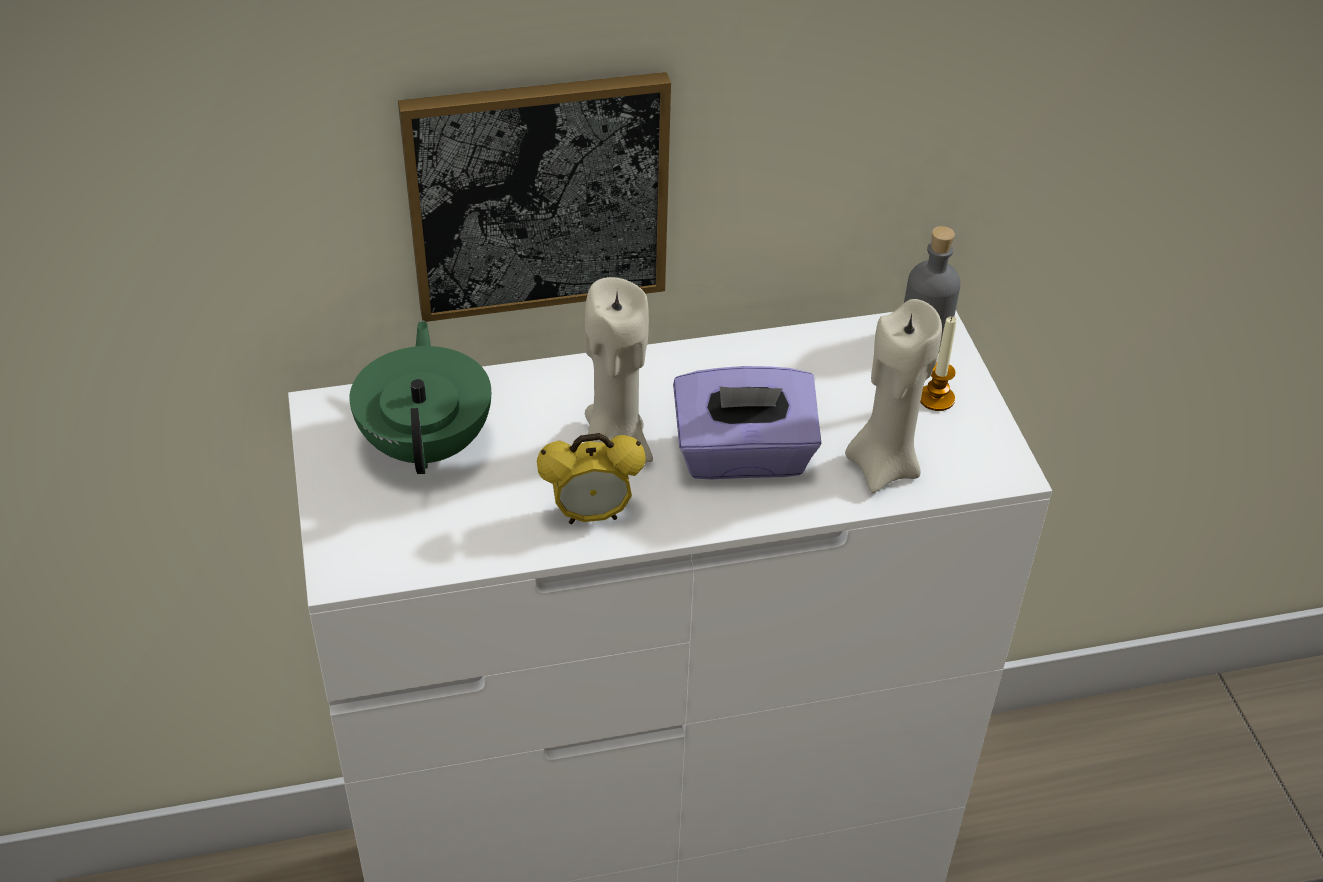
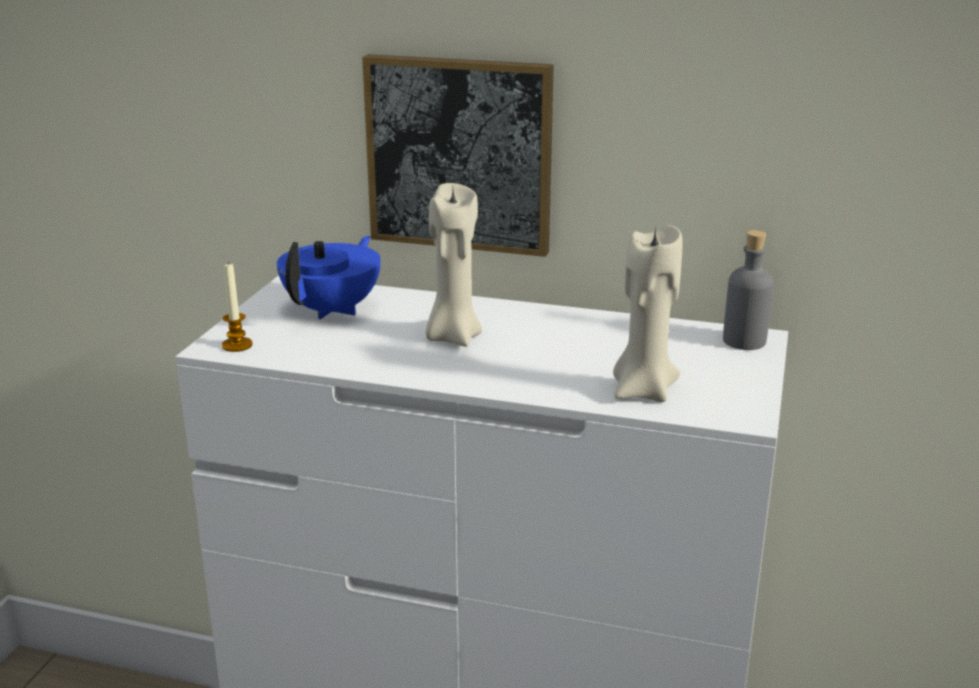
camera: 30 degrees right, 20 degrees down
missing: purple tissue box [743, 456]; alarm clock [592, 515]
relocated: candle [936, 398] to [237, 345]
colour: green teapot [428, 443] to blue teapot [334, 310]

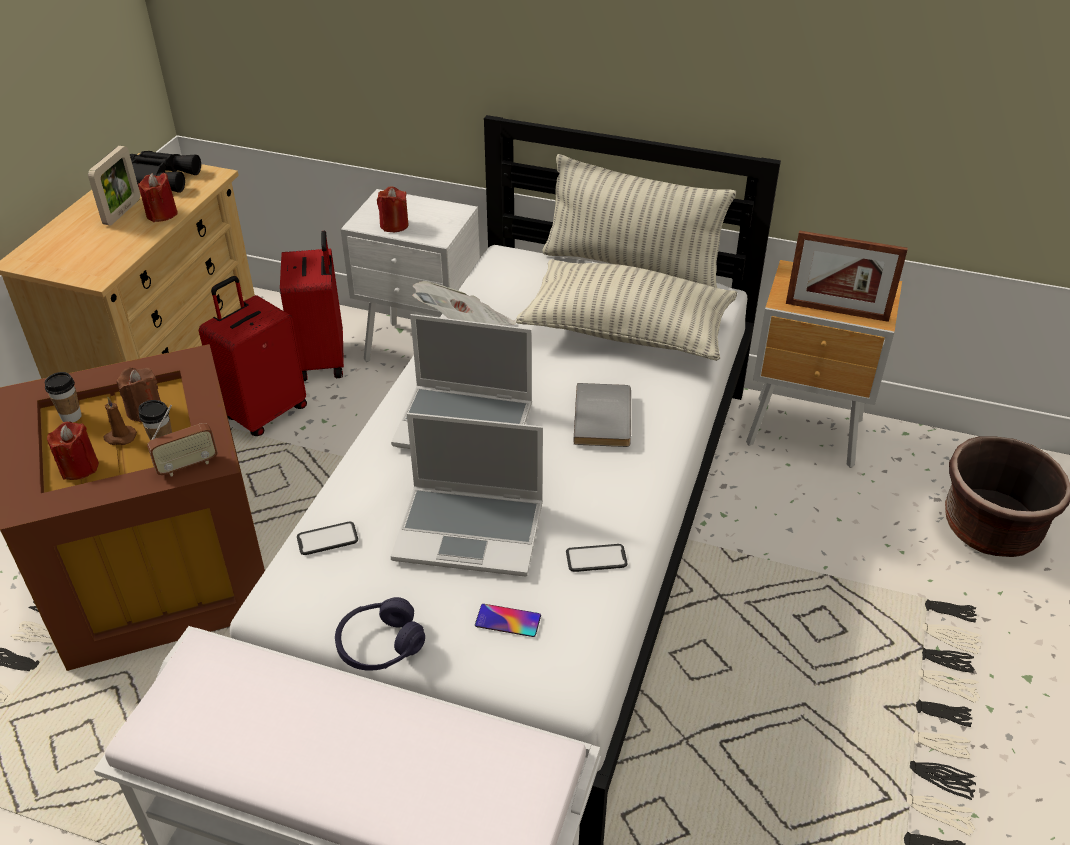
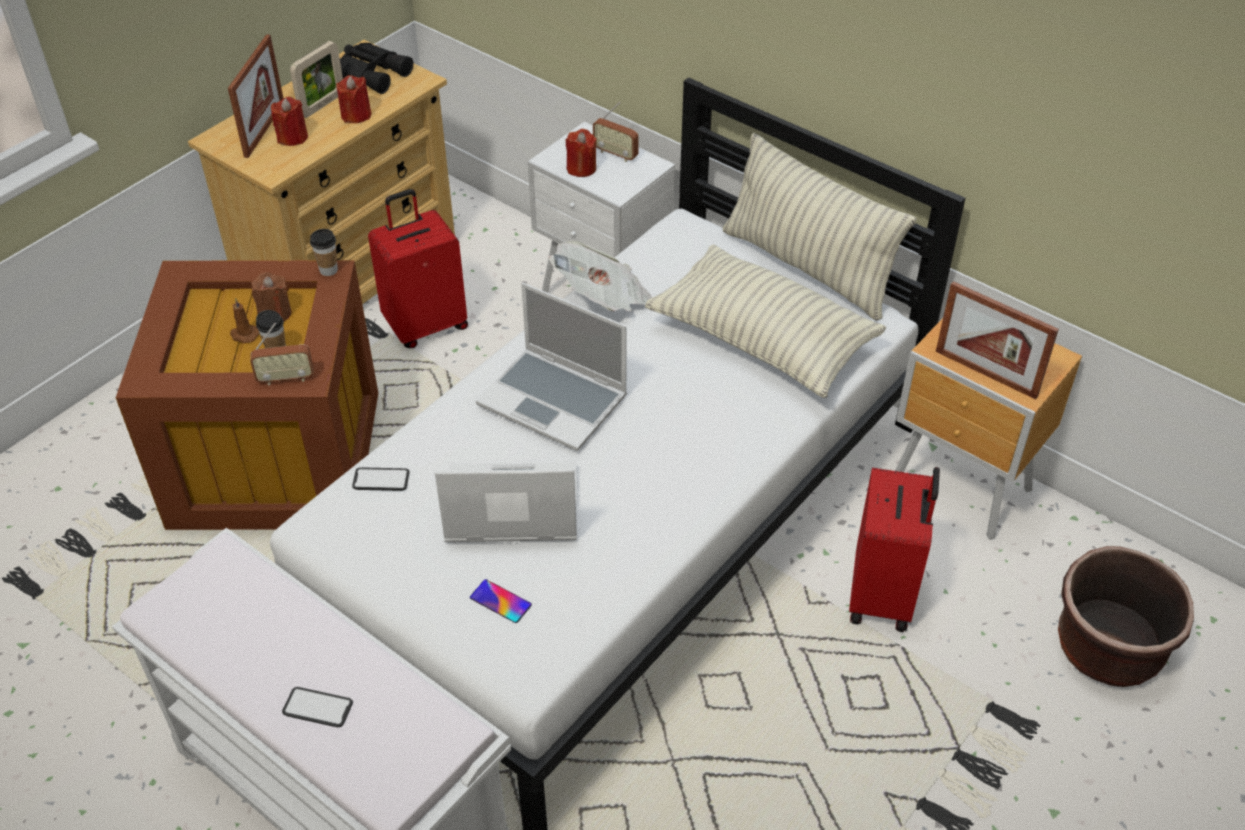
camera: 20 degrees right, 5 degrees up
missing: grey book [605, 418]; purple headphones [380, 645]
appeared: picture frame [264, 129]; radio [615, 154]
relocated: red suitcase [323, 360] to [883, 596]; cup [71, 416] to [328, 270]; red candle [79, 467] to [292, 137]; phone [596, 558] to [318, 708]
spun: laptop [471, 531] = [510, 508] 150 degrees clockwise

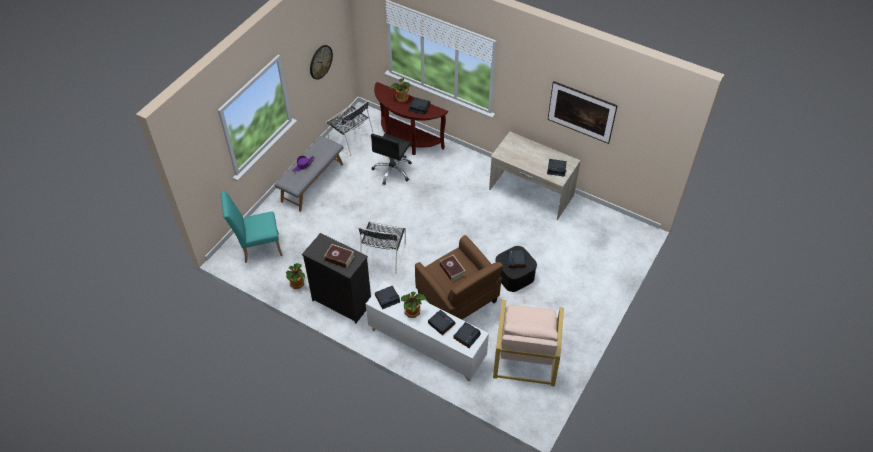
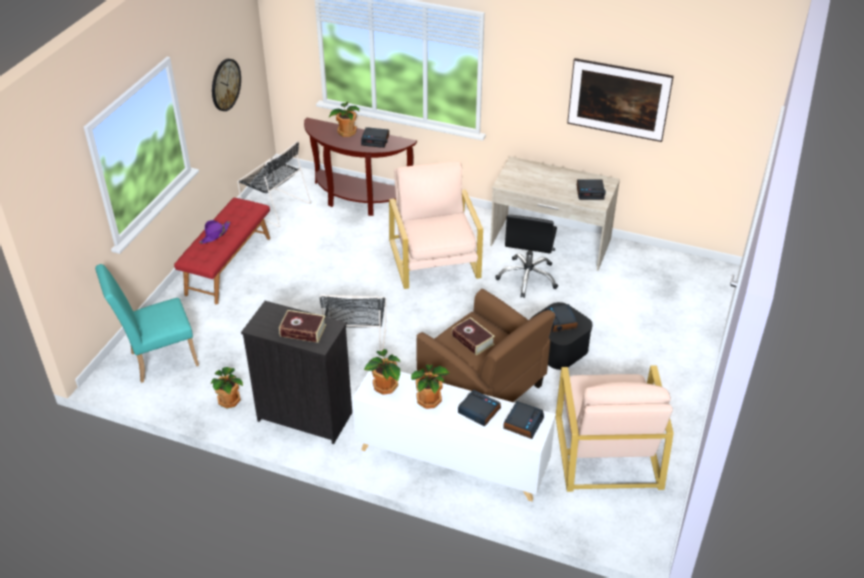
camera: 10 degrees left, 10 degrees down
appeared: beige armchair [434, 259]
relocated: black office chair [392, 170] to [528, 277]
exchanged: alarm clock [387, 298] to potted plant [385, 387]
colour: grey bench [312, 182] to red bench [228, 265]

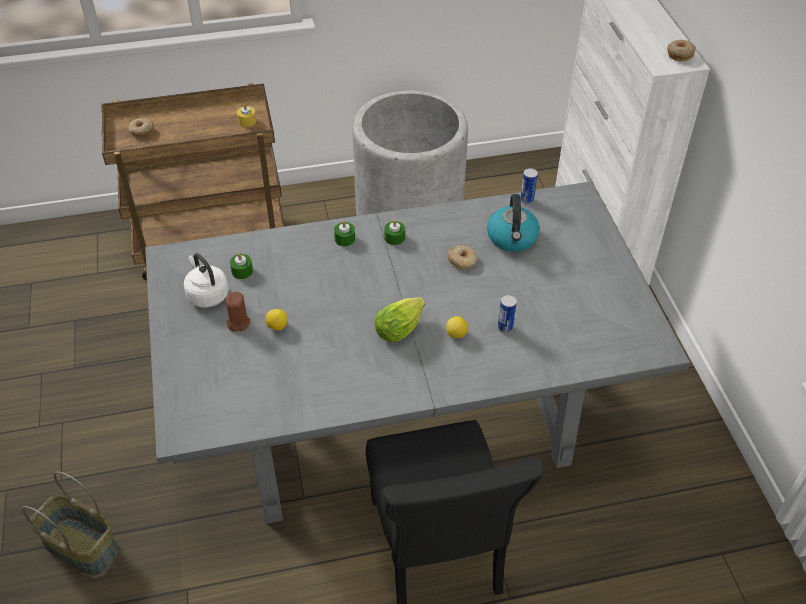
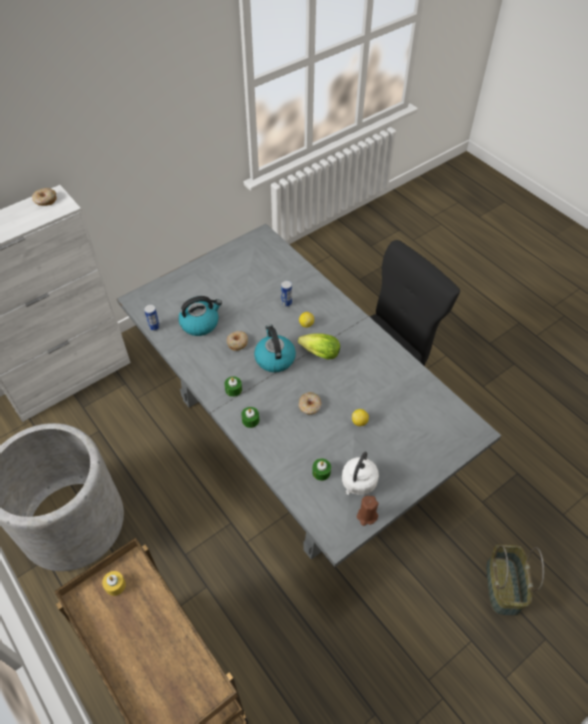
camera: 115 degrees left, 5 degrees up
appeared: kettle [274, 358]
relocated: donut [142, 131] to [310, 406]; brown candle [238, 323] to [367, 516]

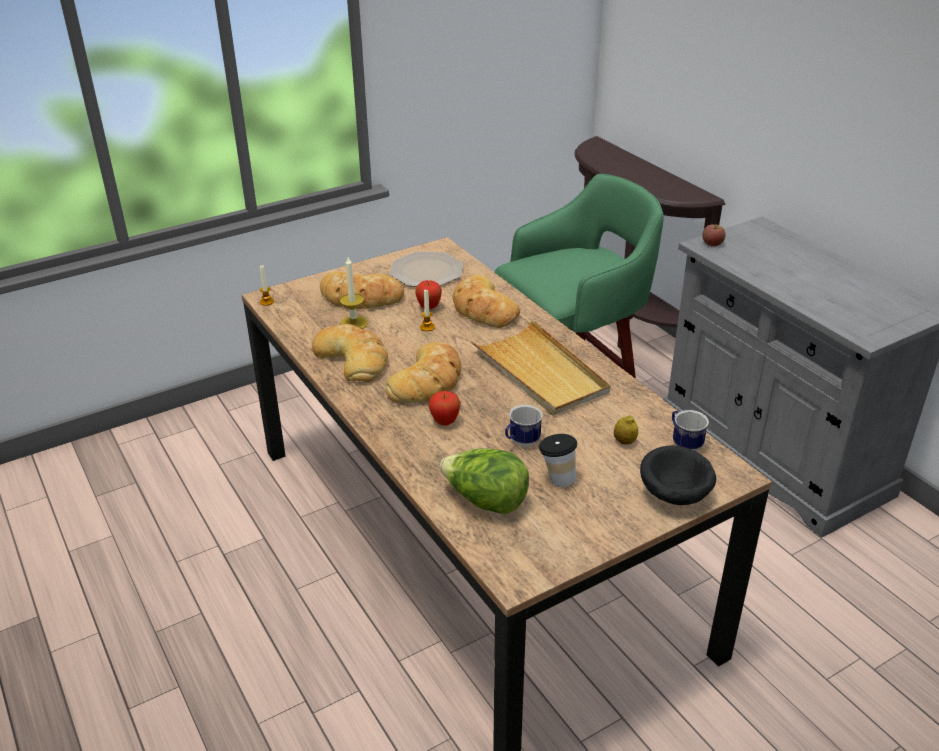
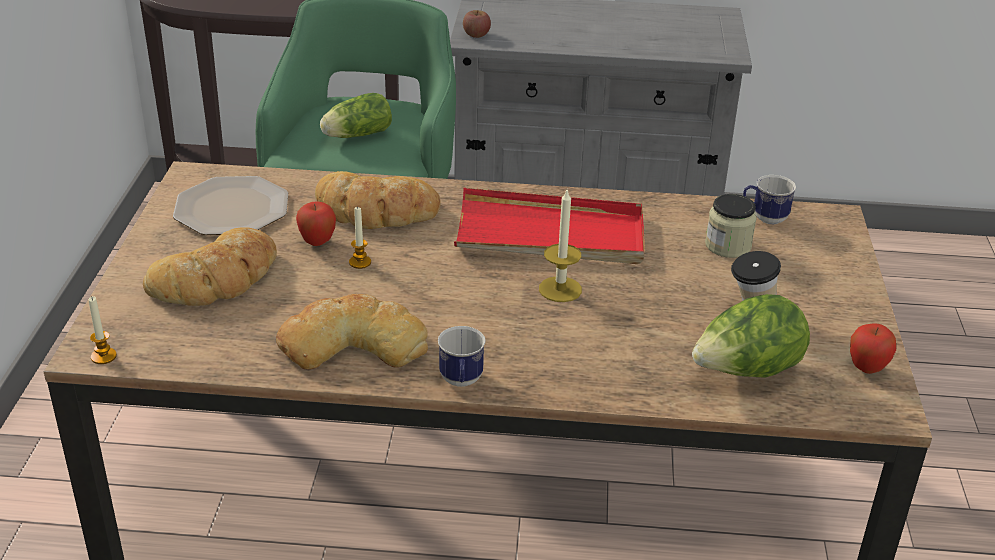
camera: 55 degrees left, 0 degrees up
missing: bread [428, 381]; black bowl [673, 495]
appeared: lettuce [355, 135]
relocated: candle [353, 323] to [560, 289]; apple [445, 422] to [867, 368]; mug [521, 443] to [461, 382]
exchanged: lemon [624, 442] to jar [728, 246]
colour: beige tray [540, 372] to red tray [550, 234]

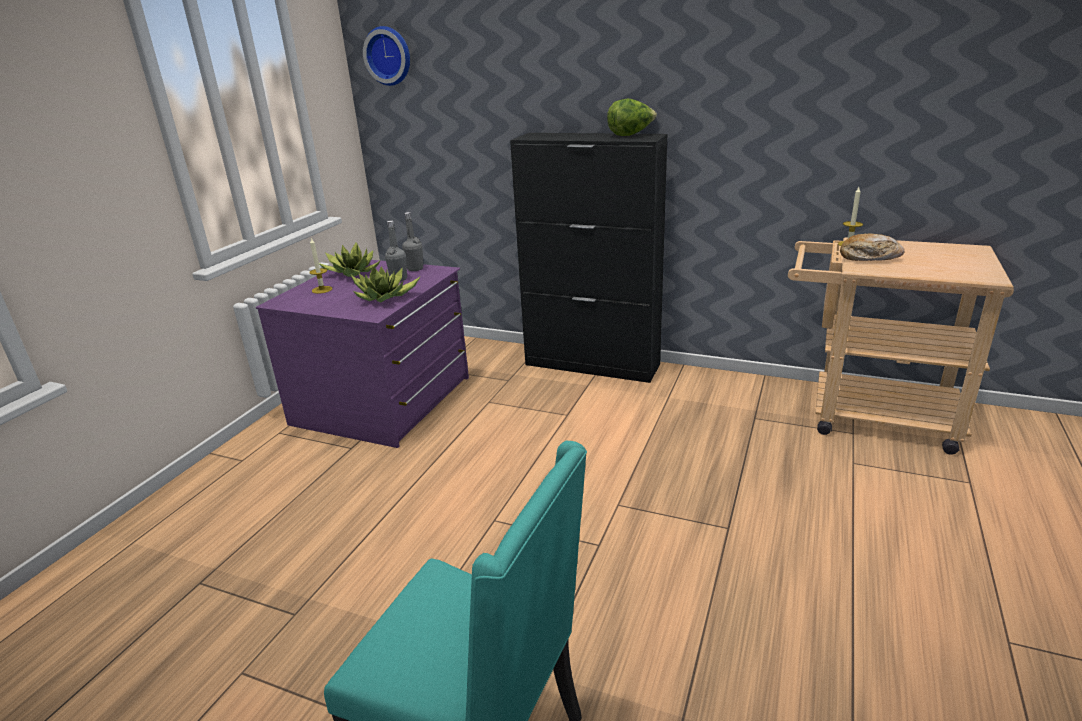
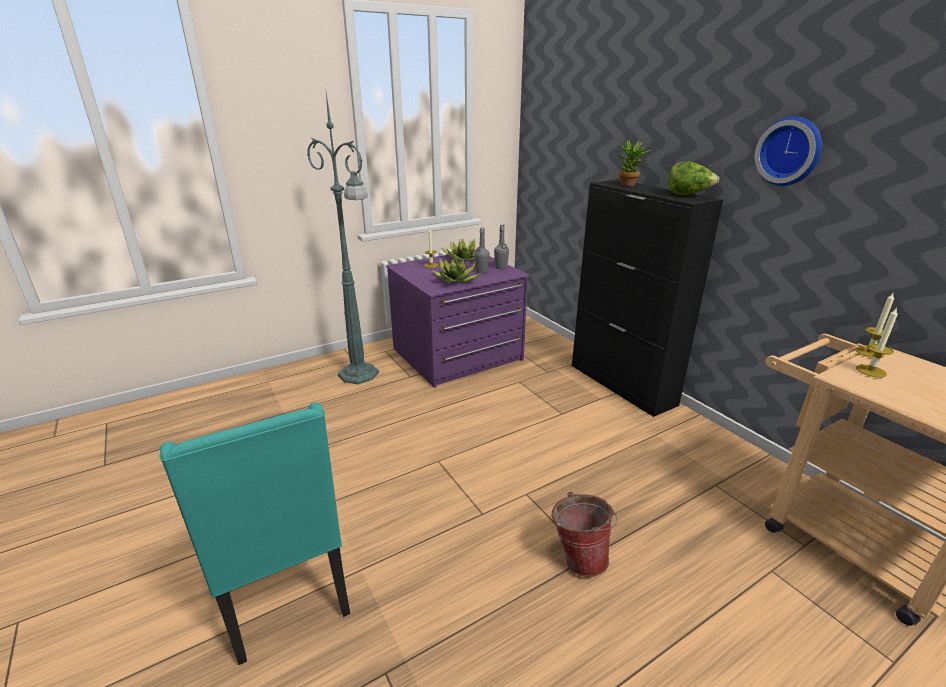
camera: 35 degrees right, 0 degrees up
appeared: green floor lamp [360, 374]; potted plant [629, 185]; bucket [579, 557]
relocated: wall clock [389, 56] to [790, 151]
exchanged: bread [869, 257] to candle [871, 371]

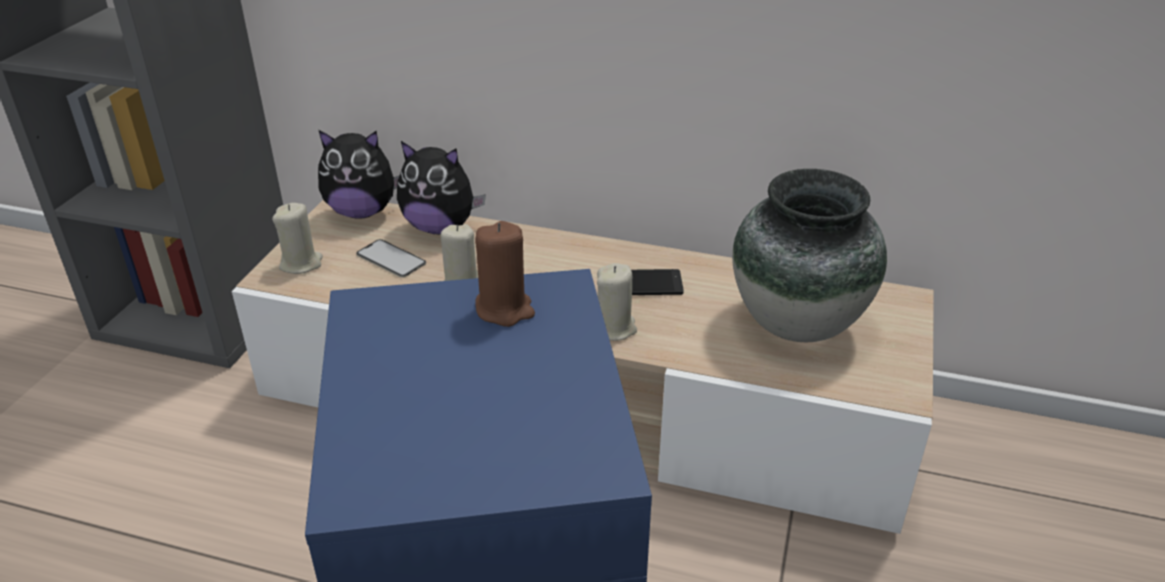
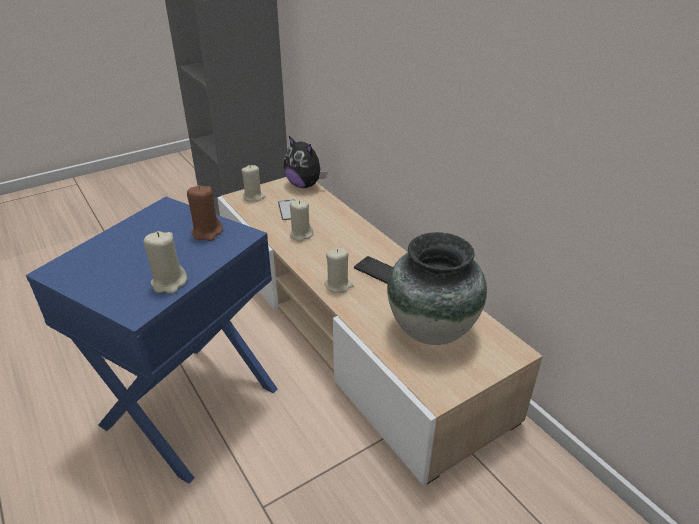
camera: 40 degrees right, 0 degrees up
missing: plush toy [440, 227]
appeared: beige candle [169, 283]

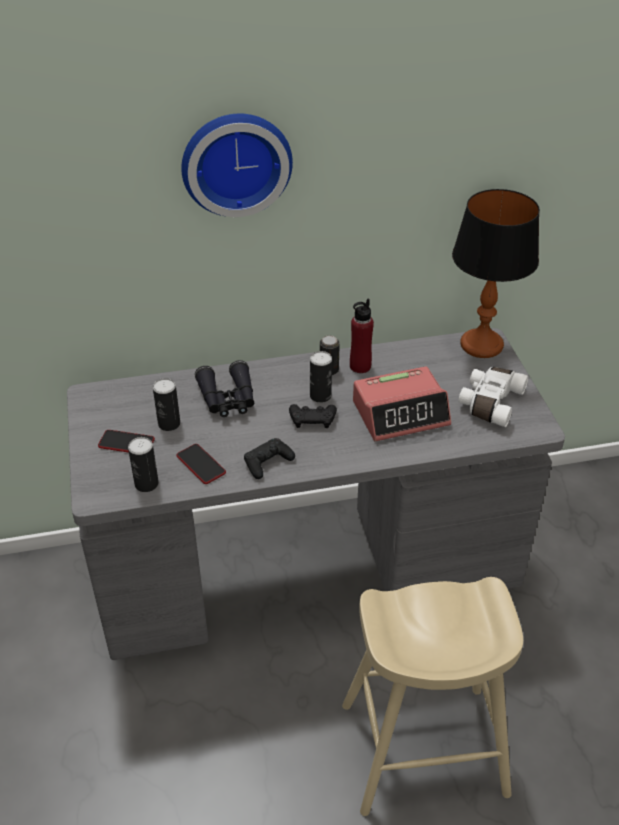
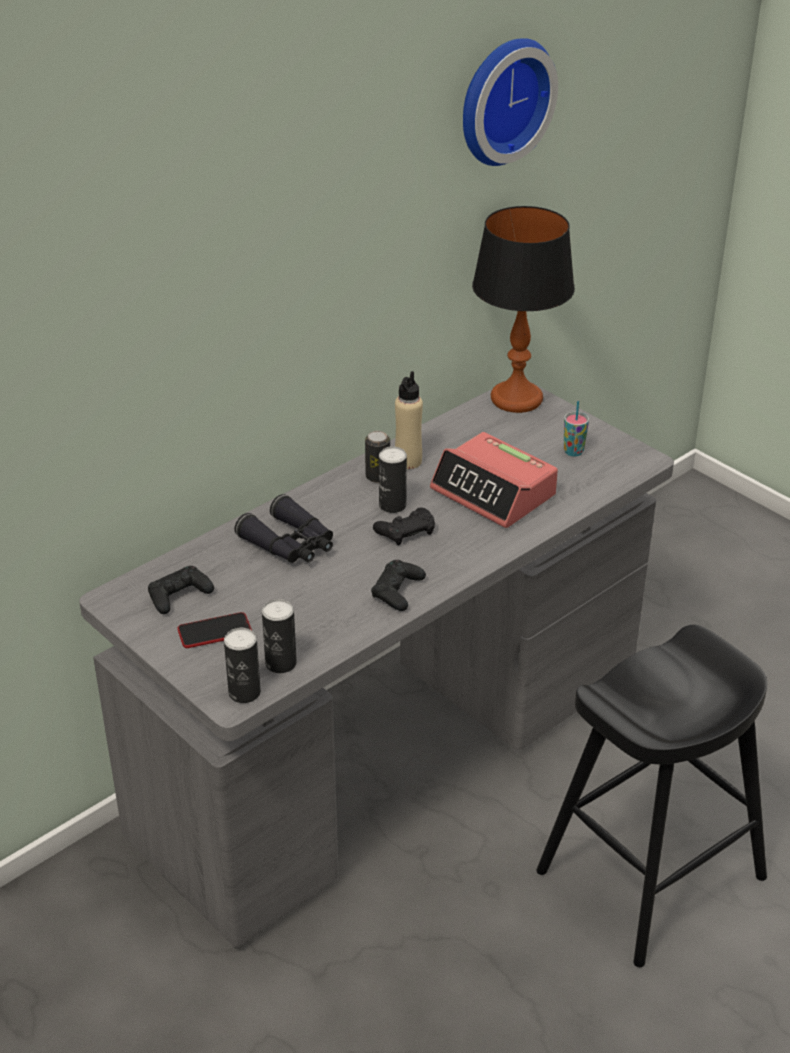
camera: 30 degrees left, 5 degrees down
missing: phone [201, 464]
appeared: black game controller [179, 595]
relocated: wall clock [235, 162] to [501, 99]; can [169, 424] to [244, 692]
exchanged: white binoculars [489, 402] to cup [573, 452]
colour: red bottle [360, 366] to beige bottle [408, 461]; beige stool [424, 748] to black stool [651, 874]
spun: alarm clock [401, 413] = [494, 492] 90 degrees clockwise

